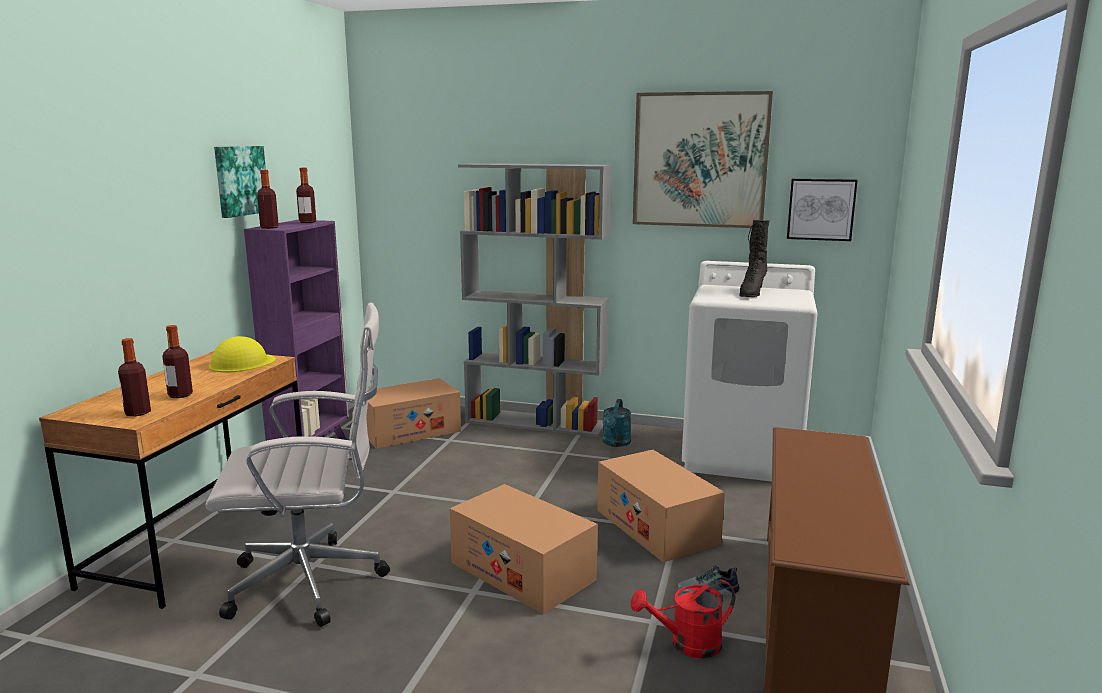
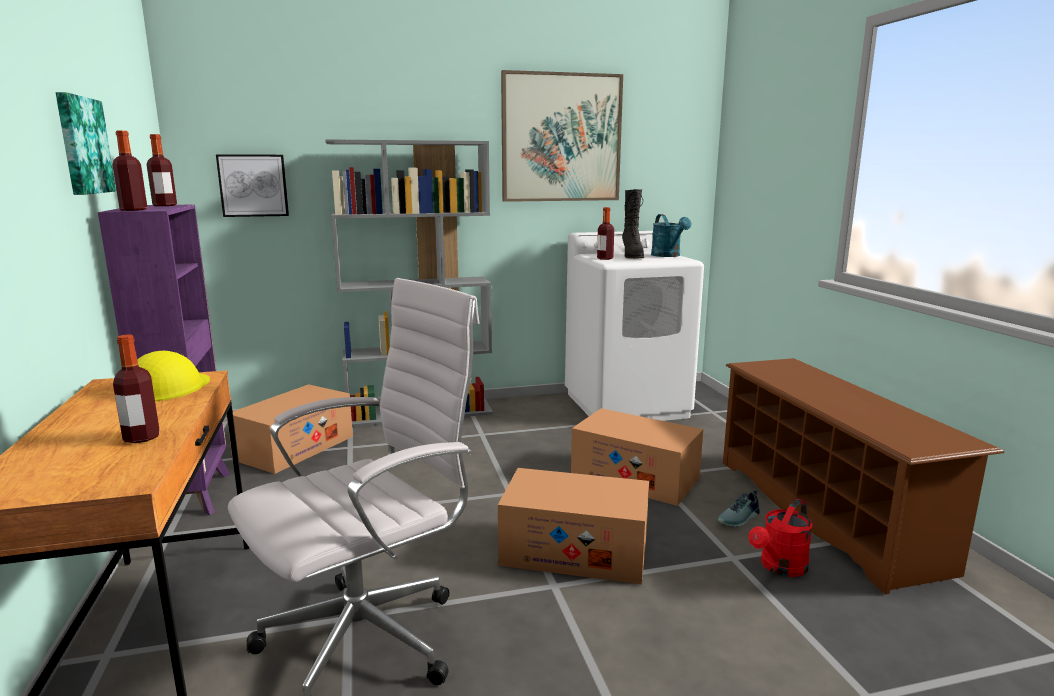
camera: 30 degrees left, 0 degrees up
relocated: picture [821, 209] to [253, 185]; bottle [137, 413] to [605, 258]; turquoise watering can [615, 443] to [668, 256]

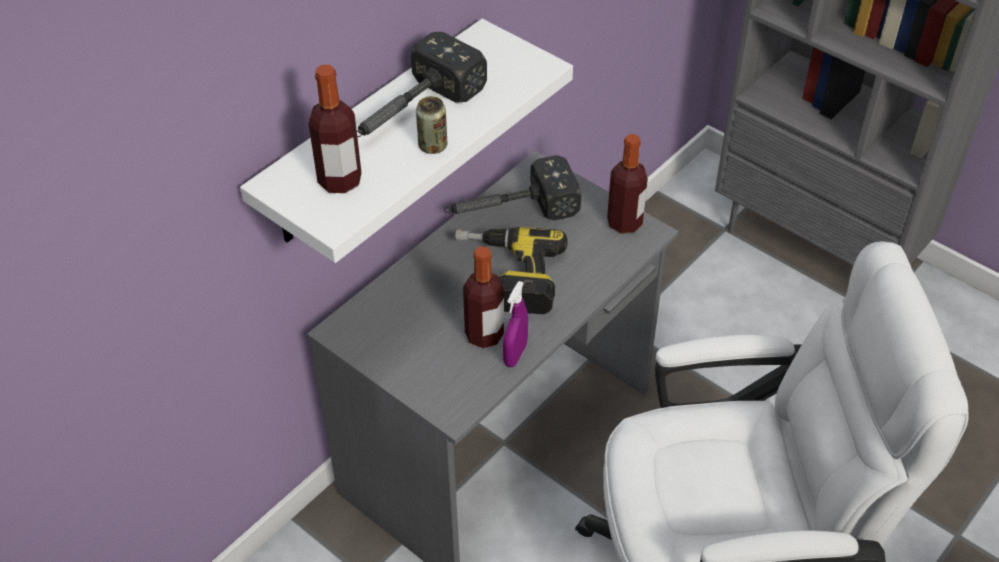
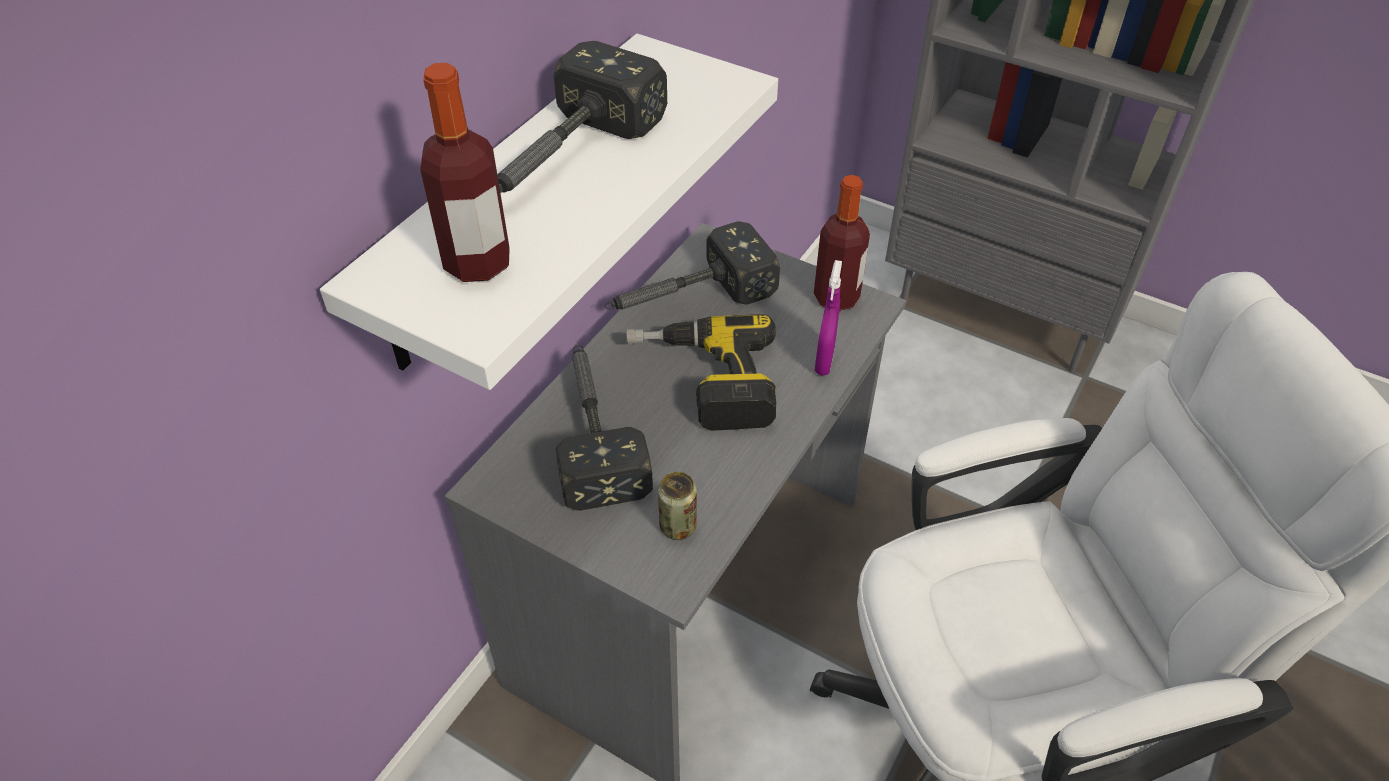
camera: 10 degrees left, 0 degrees up
missing: bottle [484, 335]
appeared: hammer [593, 430]
relocated: can [433, 146] to [678, 526]; purple spray bottle [515, 354] to [824, 361]

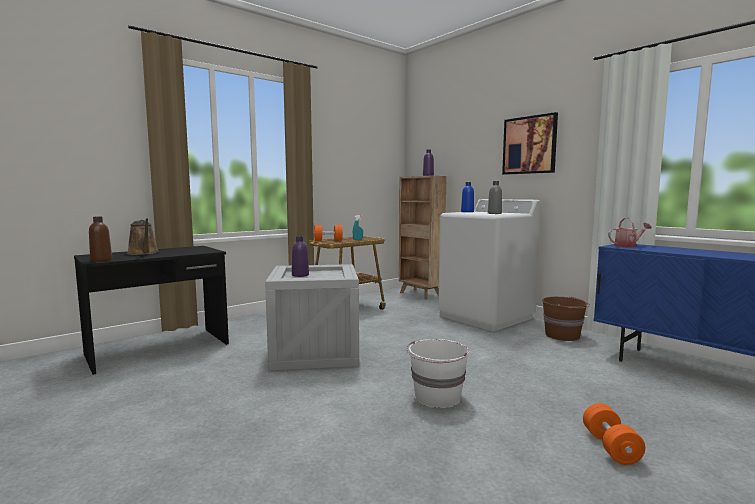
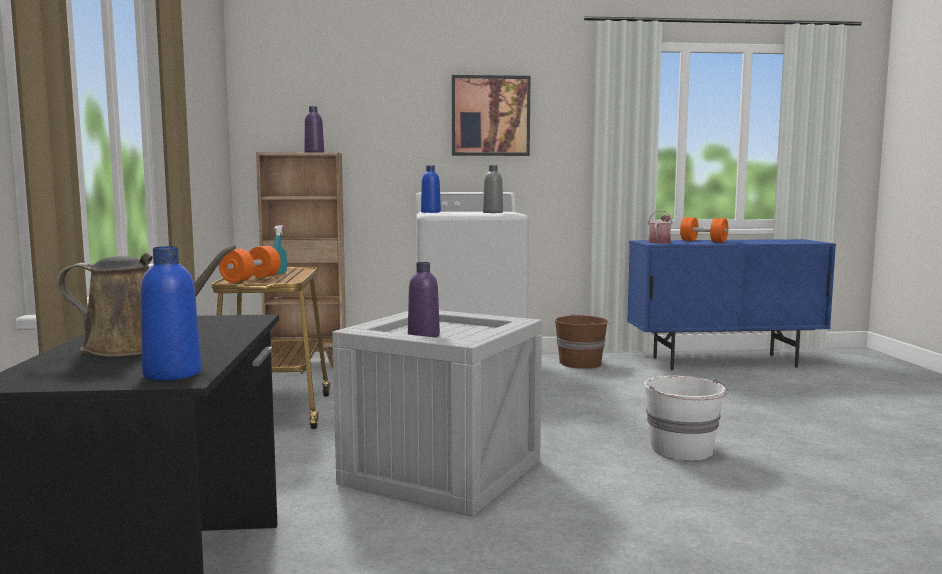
camera: 55 degrees left, 0 degrees up
relocated: orange dumbbell [610, 447] to [703, 241]
colour: brown bottle [101, 260] to blue bottle [172, 374]

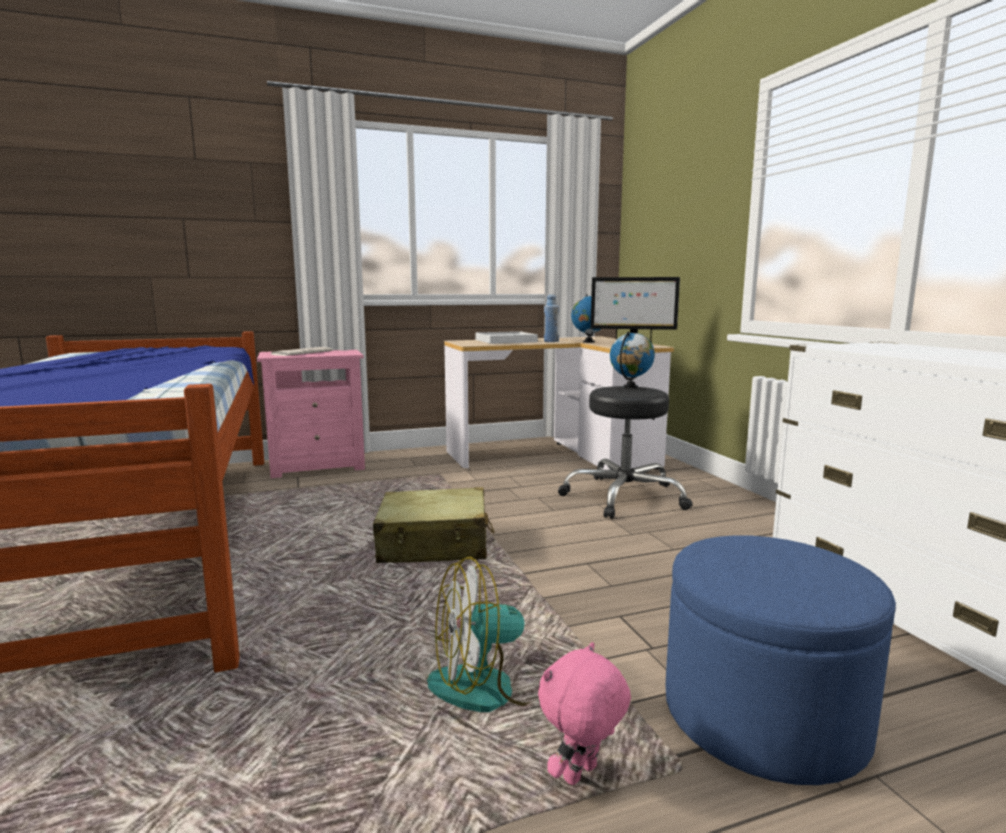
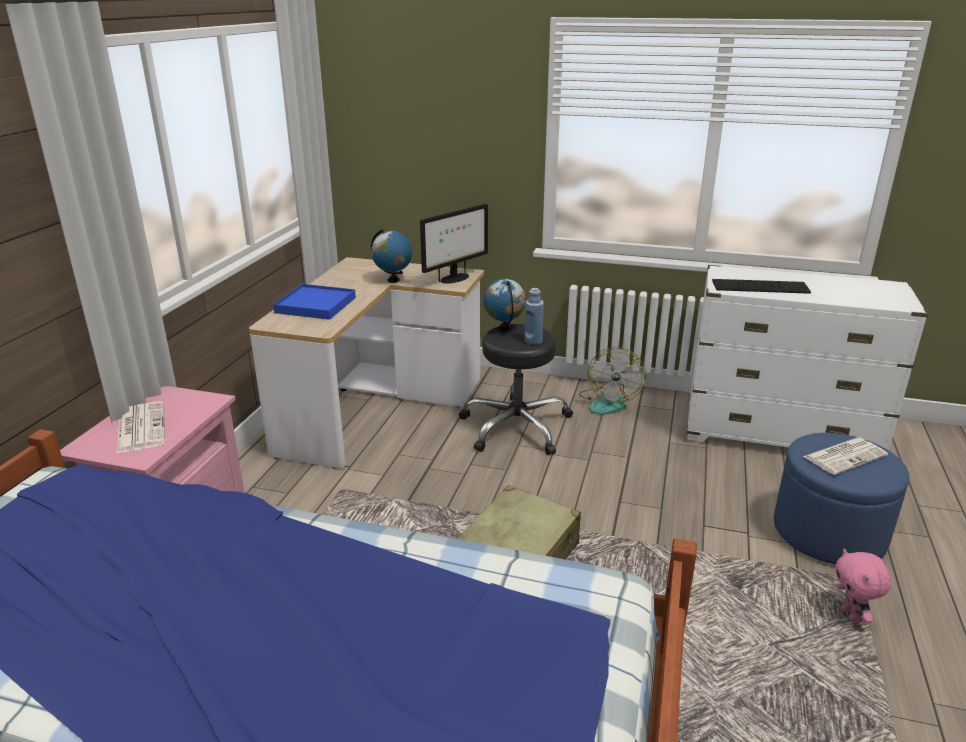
camera: 55 degrees left, 15 degrees up
appeared: keyboard [761, 286]; newspaper [845, 456]
relocated: blue bottle [551, 341] to [533, 341]; fan [490, 686] to [609, 402]
colour: white tray [505, 341] to blue tray [315, 305]

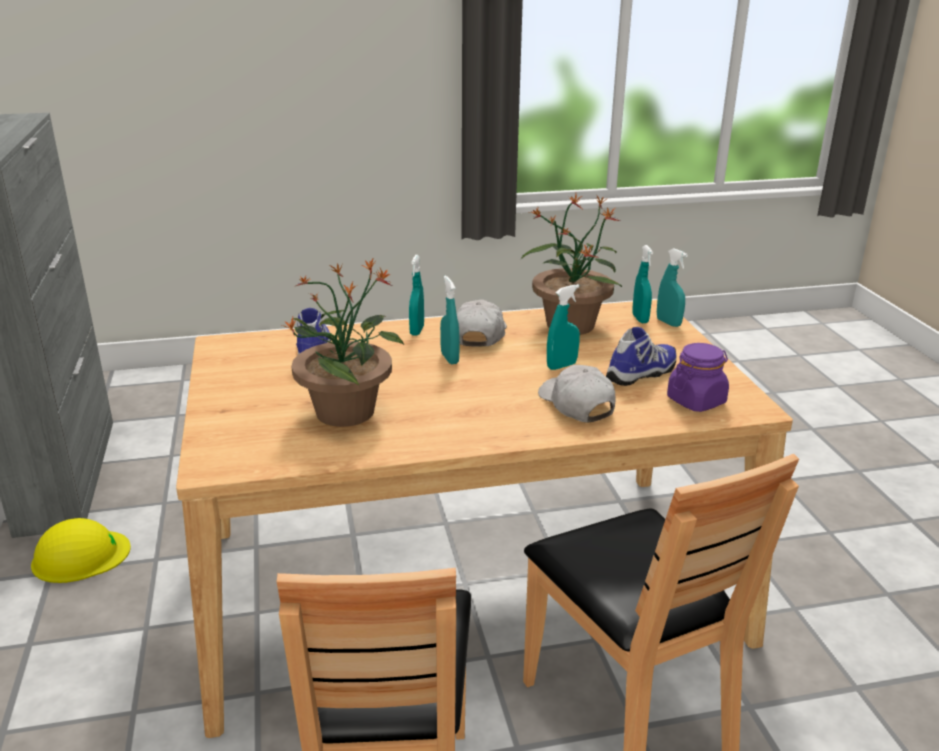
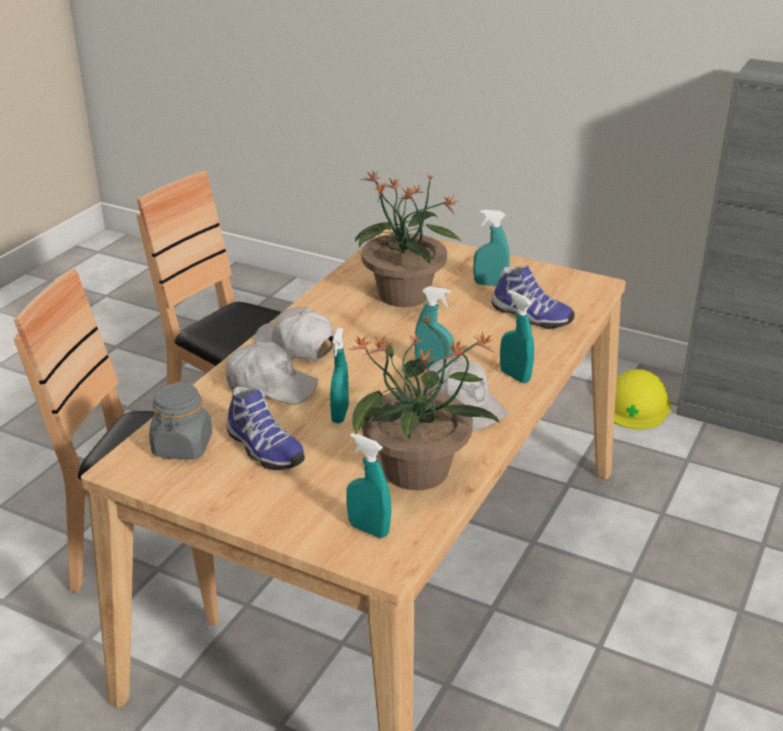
camera: 130 degrees right, 5 degrees up
appeared: white cap [295, 345]
relocated: turquoise spray bottle [668, 323] to [490, 284]
colour: purple jar [696, 401] to grey jar [182, 446]
spun: shoe [643, 374] = [262, 449] 45 degrees counterclockwise

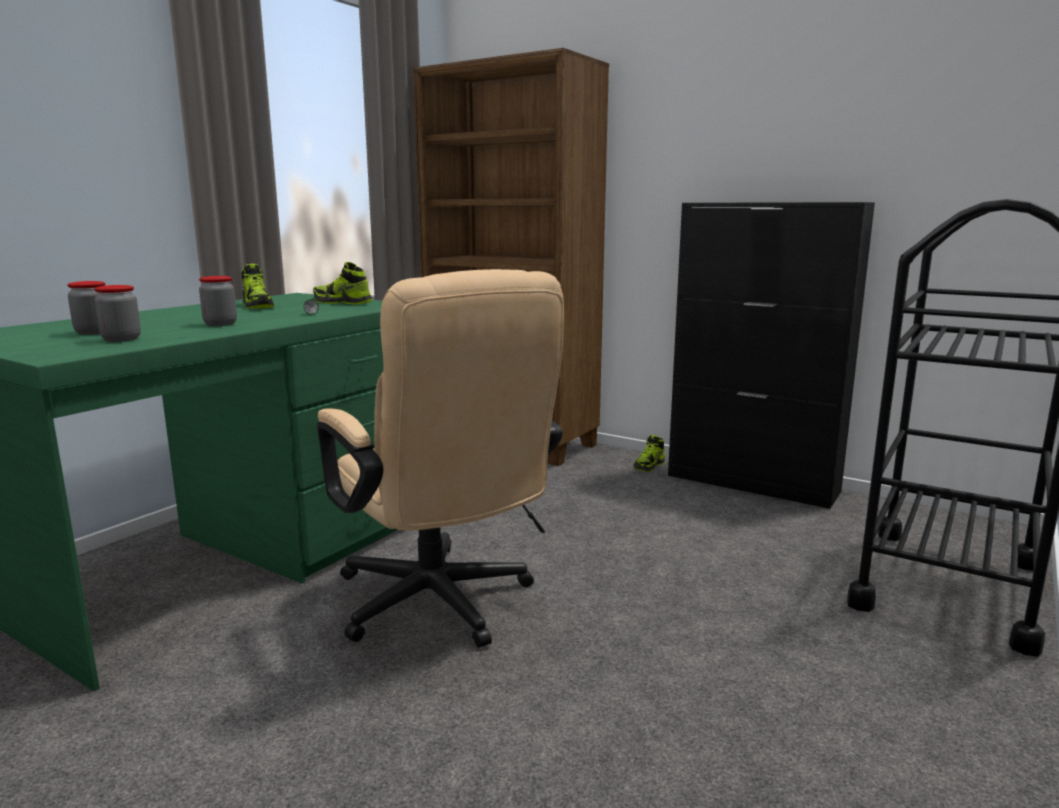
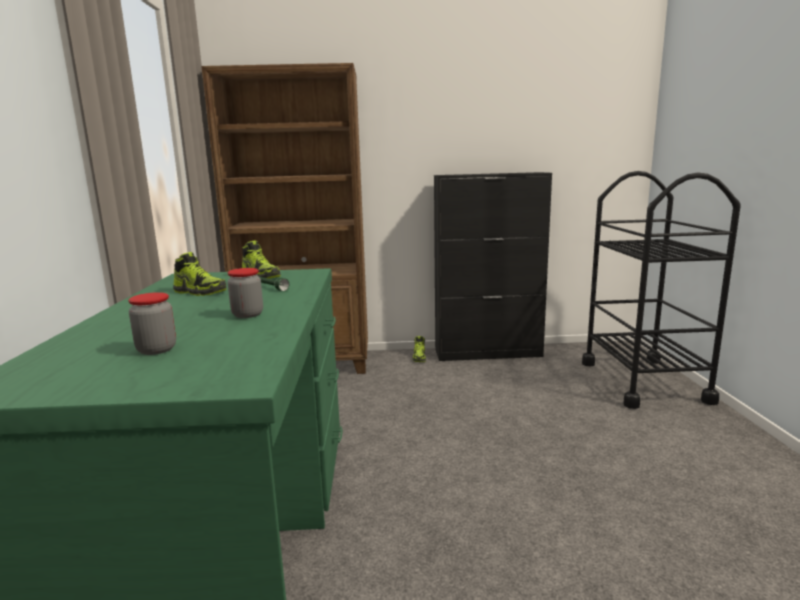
camera: 35 degrees left, 0 degrees up
missing: beige office chair [441, 607]; jar [121, 339]
spun: shoe [342, 302] = [261, 276] 120 degrees counterclockwise

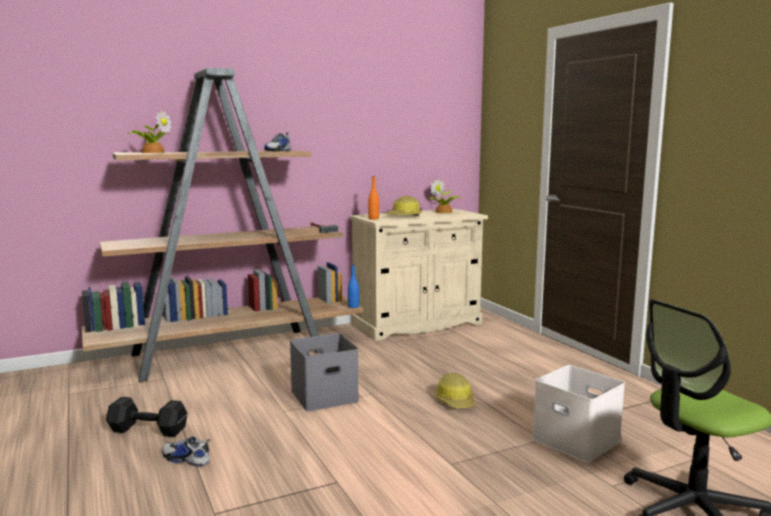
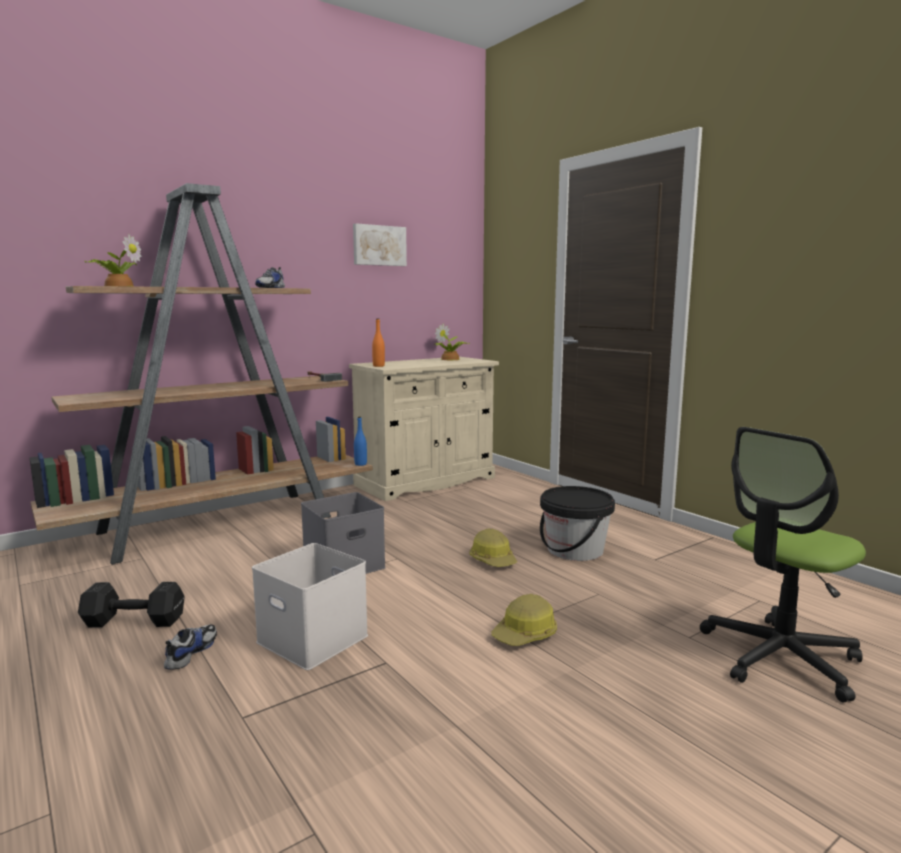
camera: 10 degrees left, 0 degrees up
appeared: picture [379, 245]; black bucket [574, 550]
relocated: hard hat [404, 216] to [525, 634]; white storage box [574, 440] to [310, 639]
spun: shoe [186, 459] = [190, 652] 90 degrees clockwise

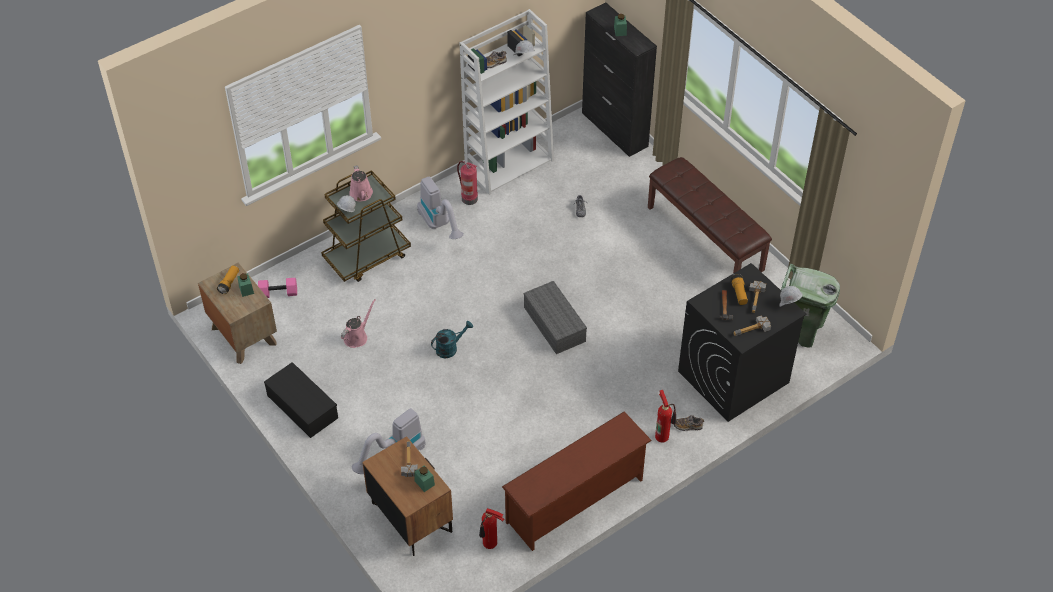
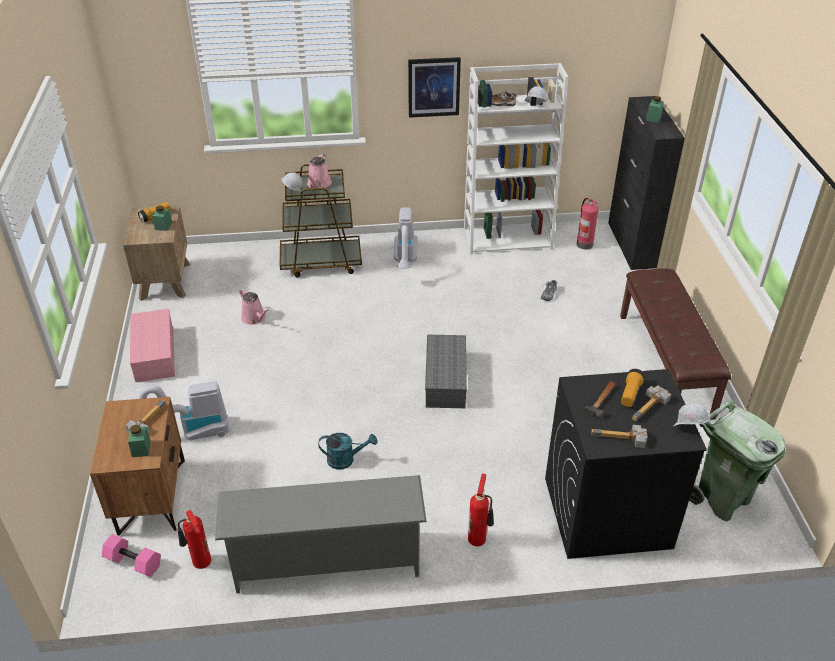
camera: 30 degrees right, 10 degrees down
missing: shoe [688, 426]
appeared: picture [434, 87]
relocated: fire extinguisher [468, 198] to [584, 244]; pink dumbbell [278, 293] to [132, 562]; turquoise watering can [450, 348] to [346, 459]
colour: black storage box [301, 406] to pink storage box [154, 353]; brown shoe rack [575, 502] to grey shoe rack [326, 563]
spun: pink watering can [357, 337] = [255, 318] 75 degrees clockwise

